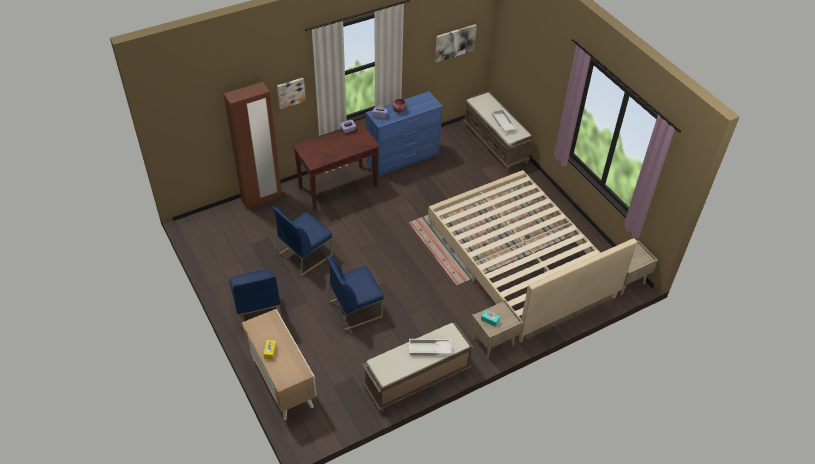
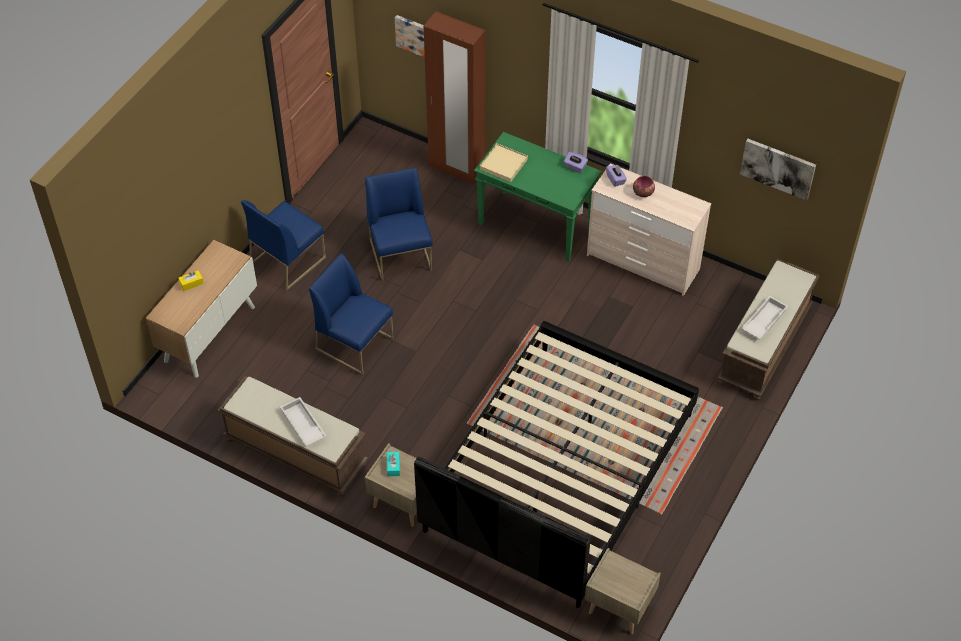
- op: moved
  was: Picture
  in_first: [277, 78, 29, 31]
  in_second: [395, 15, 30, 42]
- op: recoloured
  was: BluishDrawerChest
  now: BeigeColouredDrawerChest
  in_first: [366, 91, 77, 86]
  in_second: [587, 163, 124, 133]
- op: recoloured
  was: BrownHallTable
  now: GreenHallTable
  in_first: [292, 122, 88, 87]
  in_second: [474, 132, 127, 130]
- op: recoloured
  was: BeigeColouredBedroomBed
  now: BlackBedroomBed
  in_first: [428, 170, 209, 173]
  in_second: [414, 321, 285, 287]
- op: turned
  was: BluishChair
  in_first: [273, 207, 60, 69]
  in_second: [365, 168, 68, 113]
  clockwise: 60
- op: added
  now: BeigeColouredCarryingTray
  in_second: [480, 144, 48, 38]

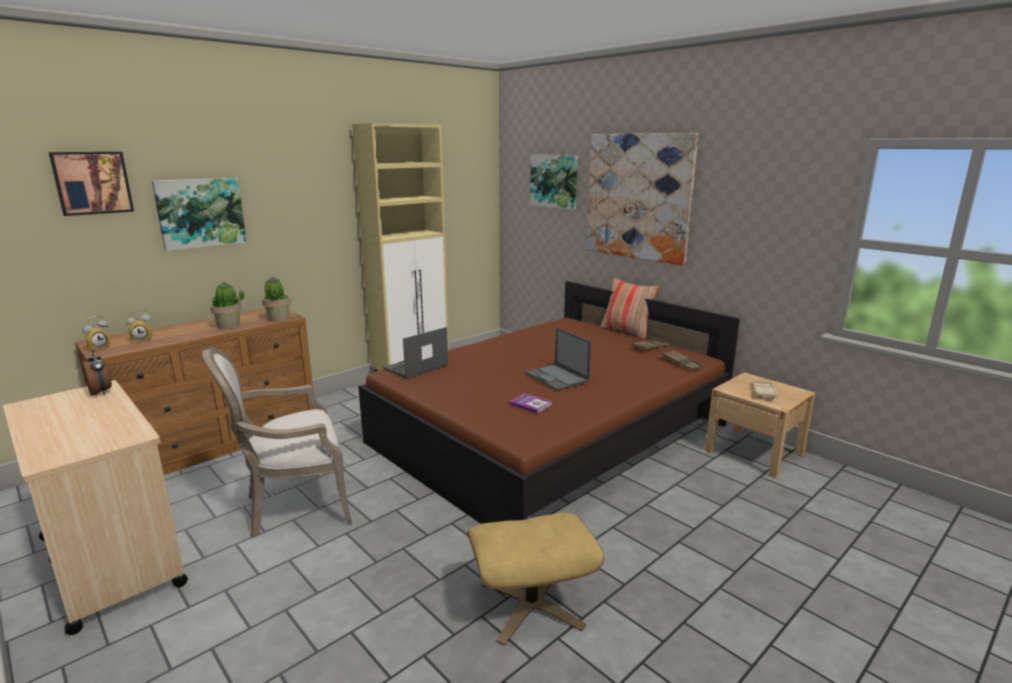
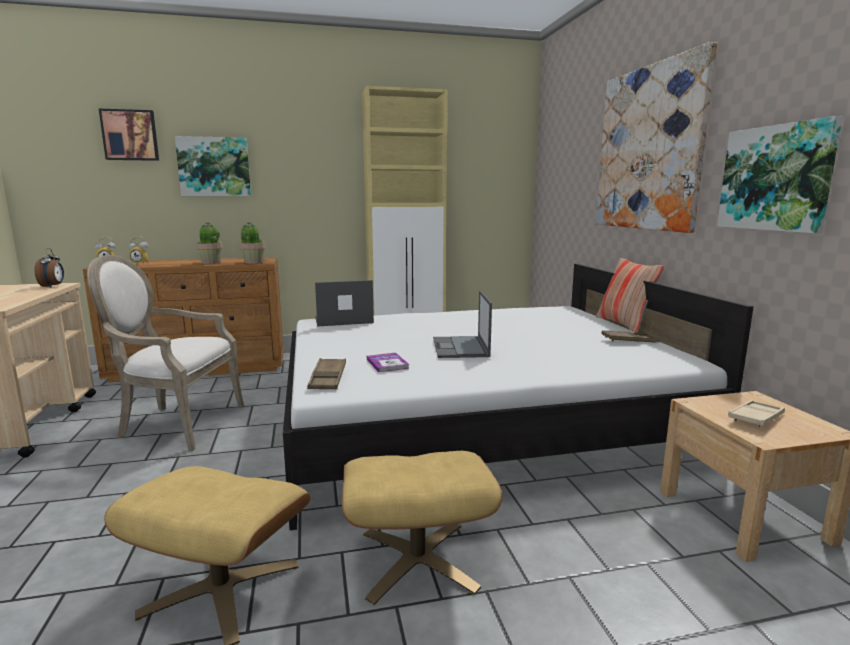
- op: moved
  was: Picture
  in_first: [530, 154, 48, 56]
  in_second: [717, 116, 126, 117]
- op: recoloured
  was: BrownBedroomBed
  now: WhiteBedroomBed
  in_first: [358, 281, 382, 243]
  in_second: [283, 264, 471, 266]
- op: moved
  was: BrownCarryingTray
  in_first: [662, 350, 42, 21]
  in_second: [308, 358, 38, 31]
- op: added
  now: BeigeColouredOttoman
  in_second: [342, 451, 160, 154]

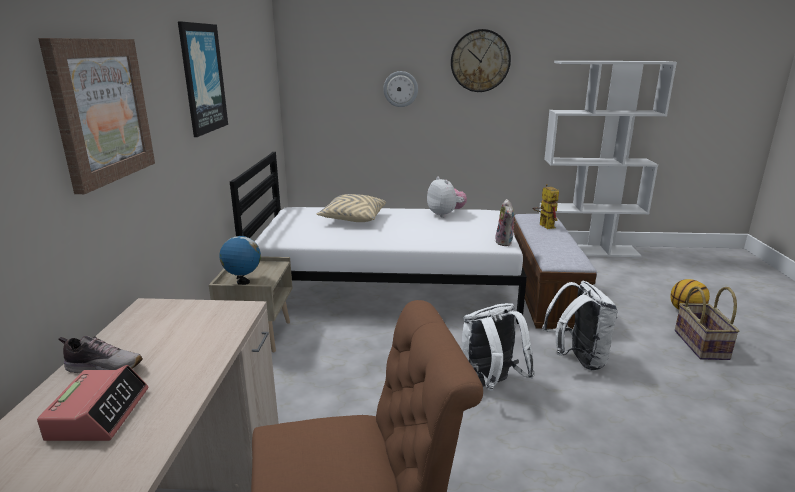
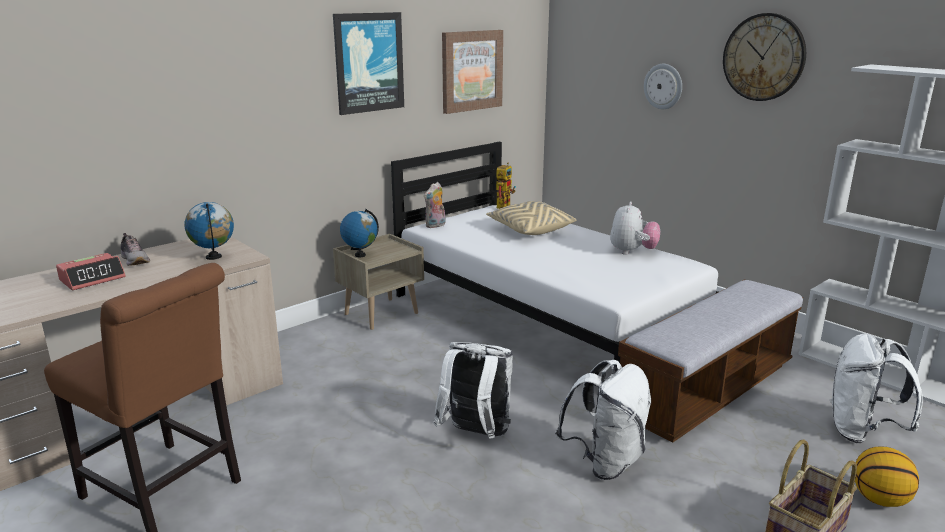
- op: moved
  was: Picture
  in_first: [38, 38, 117, 156]
  in_second: [442, 30, 61, 84]
- op: moved
  was: RobotFigure
  in_first: [532, 184, 27, 45]
  in_second: [496, 162, 20, 47]
- op: moved
  was: PlushToy
  in_first: [495, 199, 22, 47]
  in_second: [424, 182, 22, 46]
- op: added
  now: DeskGlobe
  in_second: [185, 202, 49, 58]
- op: added
  now: WhiteBackpack
  in_second: [830, 334, 93, 109]

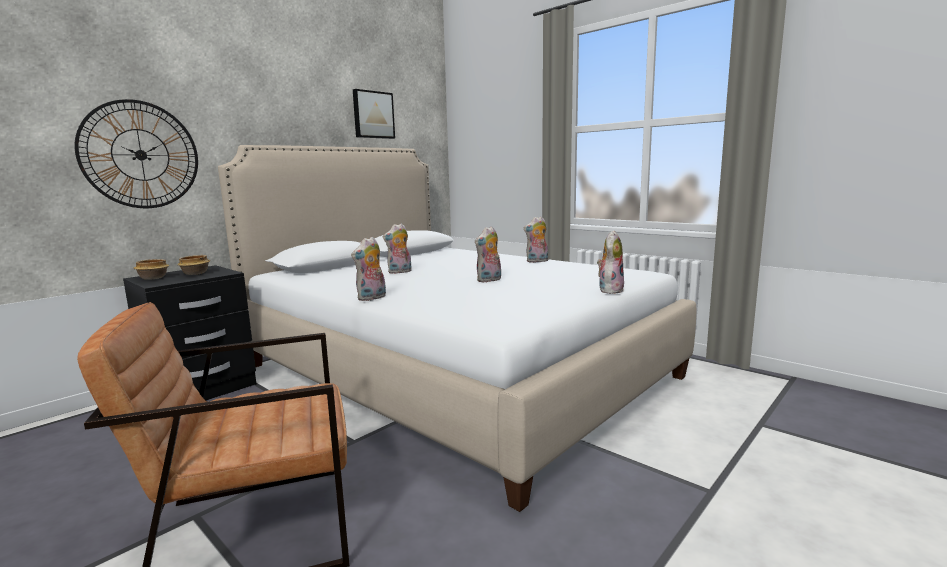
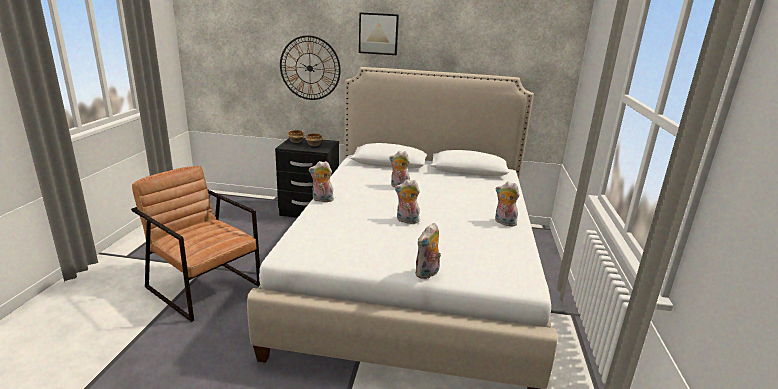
- op: moved
  was: Picture
  in_first: [353, 89, 42, 50]
  in_second: [359, 12, 40, 43]
- op: turned
  was: PlushToy
  in_first: [597, 231, 27, 63]
  in_second: [415, 223, 26, 56]
  clockwise: 135

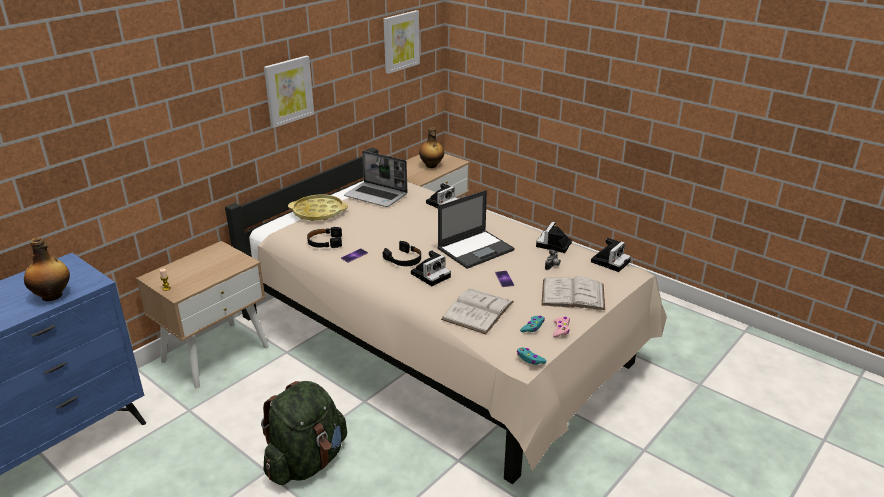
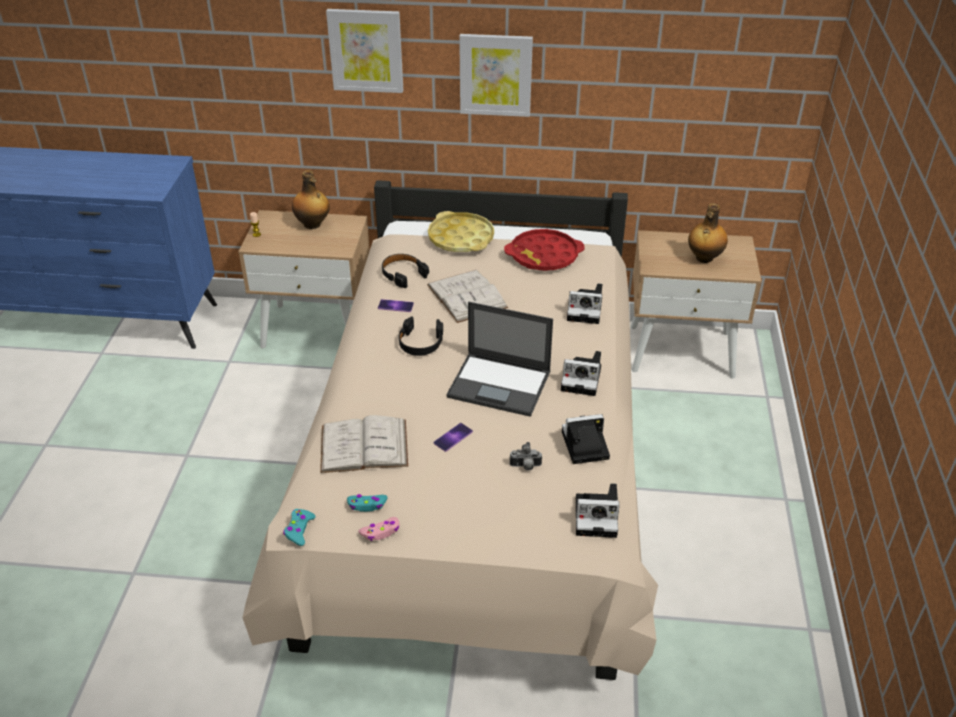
- op: moved
  was: Picture
  in_first: [383, 10, 37, 64]
  in_second: [326, 9, 77, 84]
- op: replaced
  was: Laptop
  now: RedCarryingTray
  in_first: [344, 150, 63, 57]
  in_second: [504, 229, 80, 42]
- op: moved
  was: BeverageBottle
  in_first: [24, 237, 46, 64]
  in_second: [292, 170, 38, 59]
- op: moved
  was: StillCamera
  in_first: [411, 250, 40, 36]
  in_second: [561, 351, 40, 45]
- op: moved
  was: WhiteBook
  in_first: [542, 276, 63, 34]
  in_second: [427, 270, 81, 53]
- op: removed
  was: GreenBackpack
  in_first: [261, 381, 86, 104]

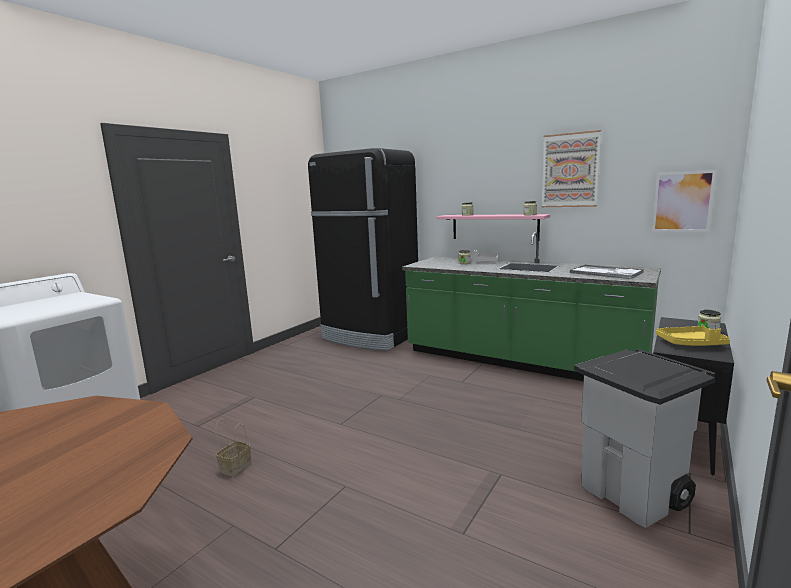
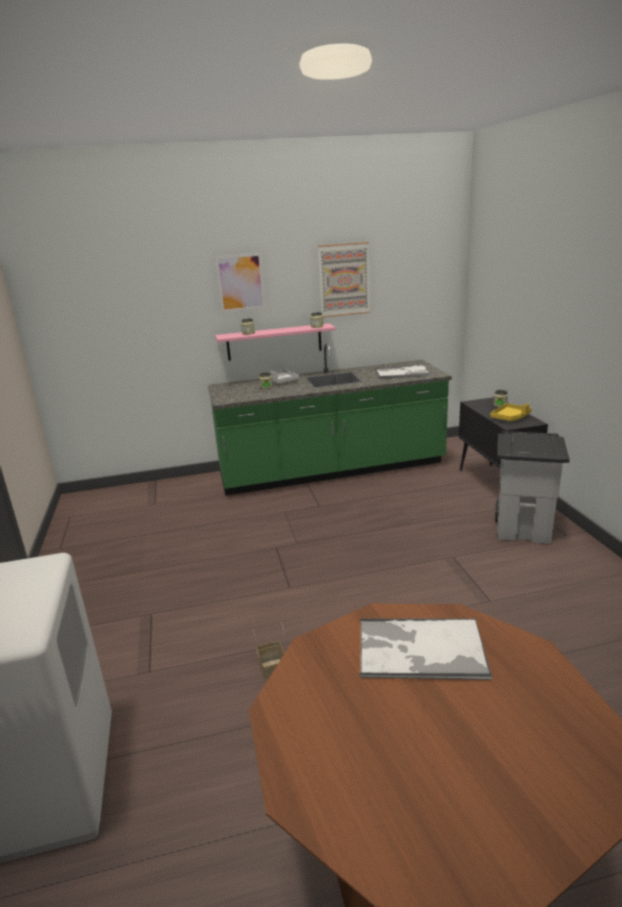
- op: removed
  was: BlackRefrigerator
  in_first: [308, 148, 110, 203]
- op: moved
  was: Picture
  in_first: [652, 170, 65, 62]
  in_second: [215, 253, 50, 59]
- op: added
  now: CarryingTray
  in_second: [360, 618, 132, 62]

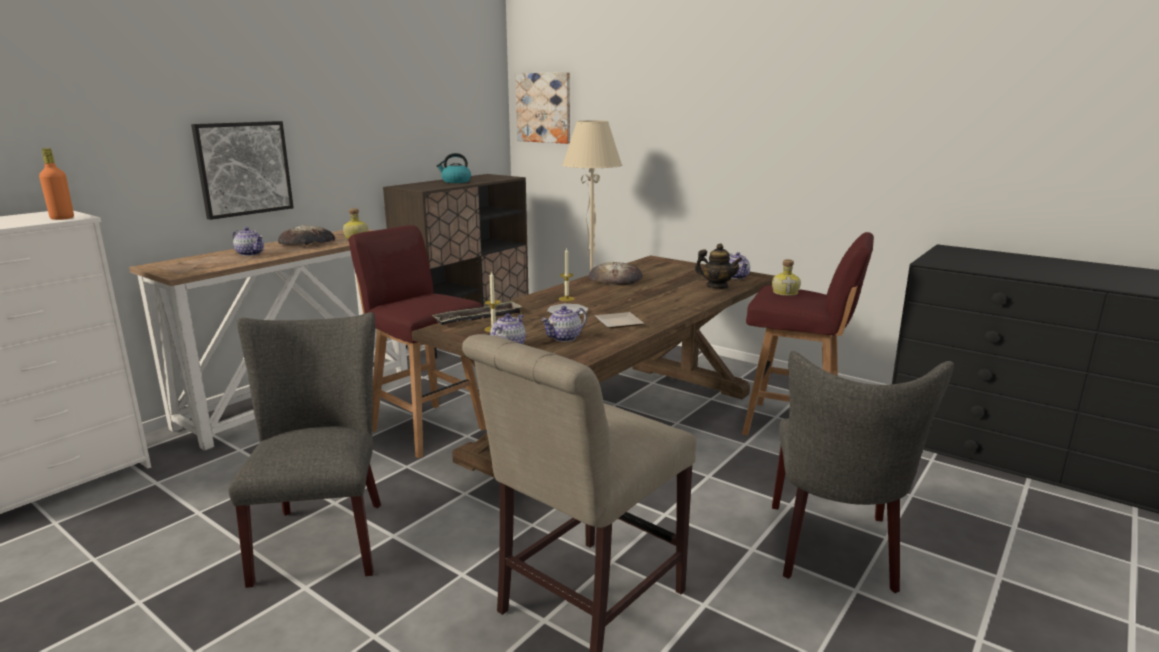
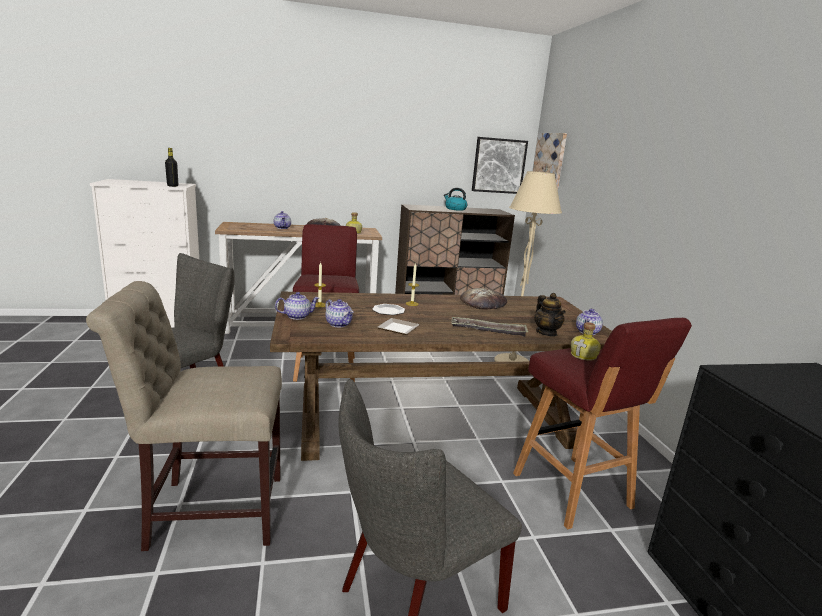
- op: moved
  was: Picture
  in_first: [191, 121, 103, 99]
  in_second: [472, 137, 56, 57]
- op: recoloured
  was: OrangeyBeverageBottle
  now: BlackBeverageBottle
  in_first: [39, 148, 35, 72]
  in_second: [165, 148, 13, 39]
- op: moved
  was: CarryingTray
  in_first: [432, 300, 91, 25]
  in_second: [451, 317, 77, 20]
- op: turned
  was: TeaPot
  in_first: [541, 306, 46, 36]
  in_second: [326, 299, 28, 28]
  clockwise: -135

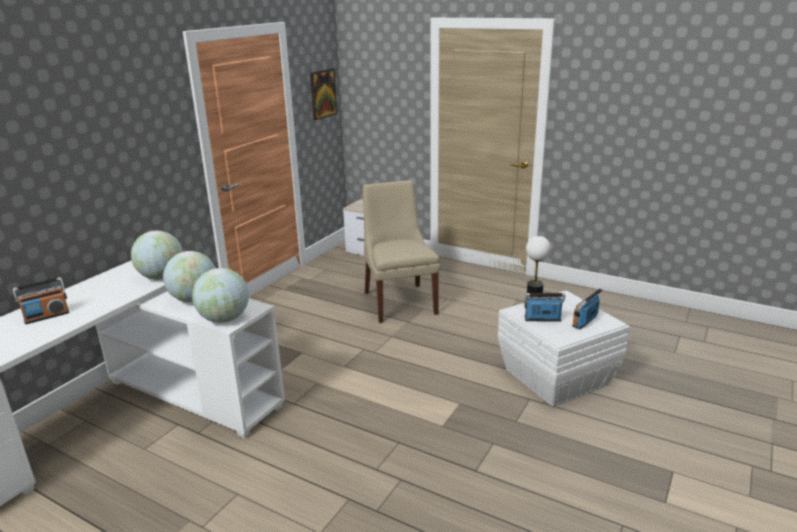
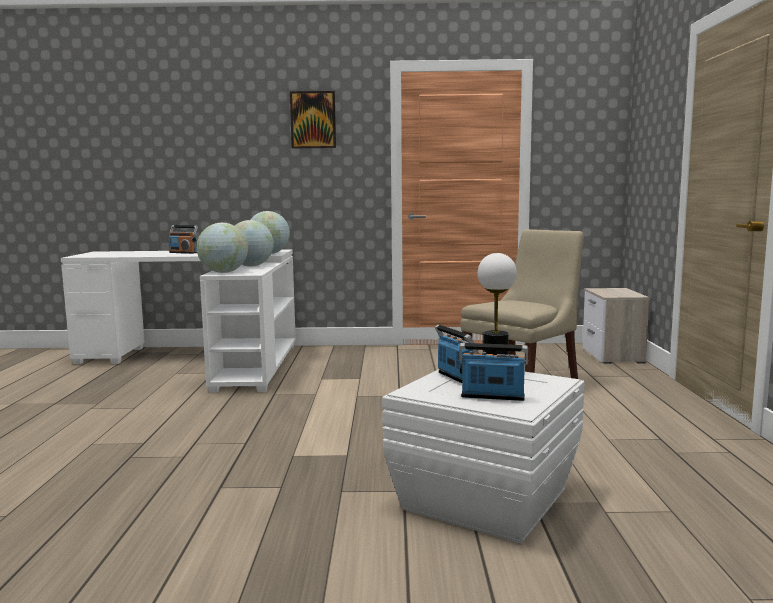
- op: moved
  was: Picture
  in_first: [310, 69, 27, 52]
  in_second: [290, 91, 46, 57]

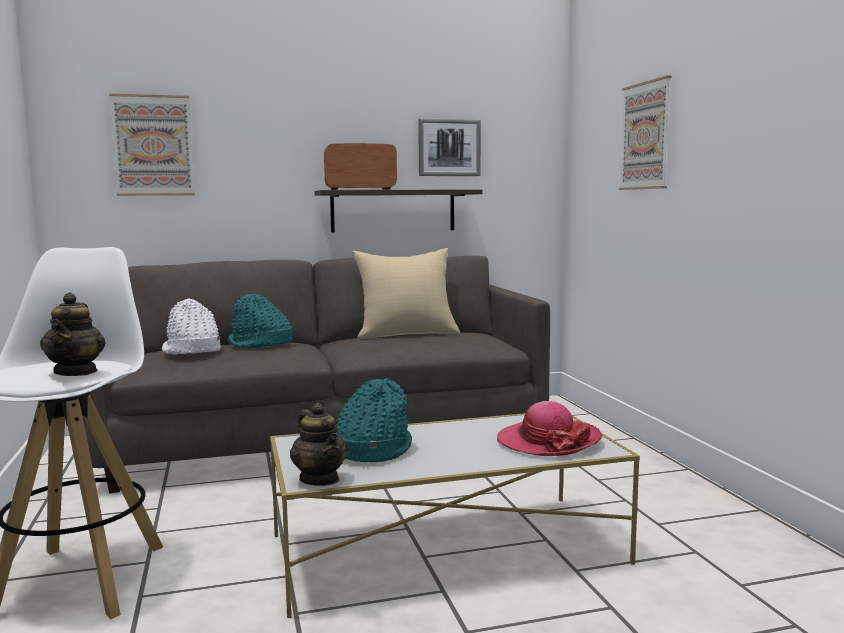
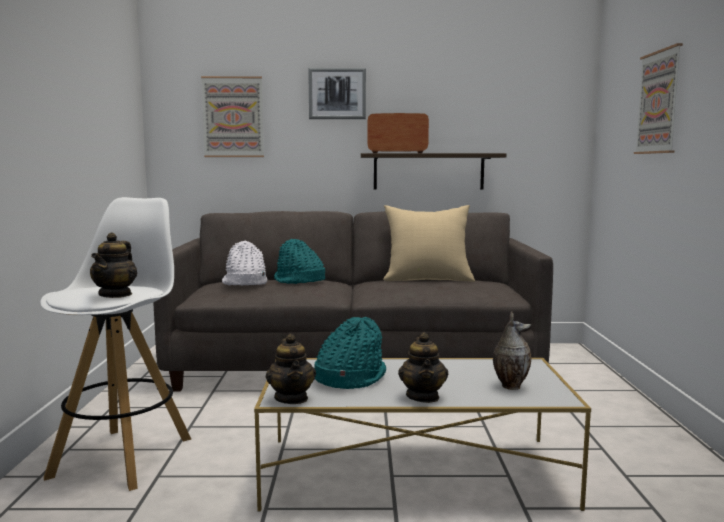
- op: moved
  was: Picture
  in_first: [418, 119, 63, 57]
  in_second: [308, 68, 58, 51]
- op: replaced
  was: Hat
  now: FlowerVase
  in_first: [497, 401, 106, 55]
  in_second: [493, 311, 38, 79]
- op: added
  now: TeaPot
  in_second: [398, 332, 50, 71]

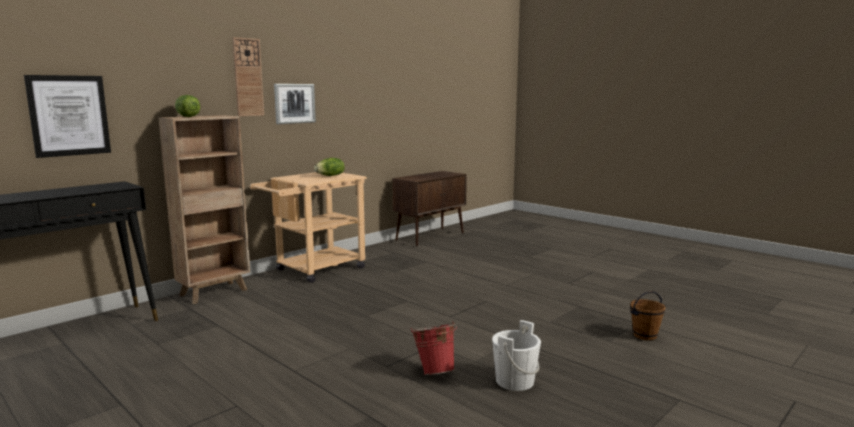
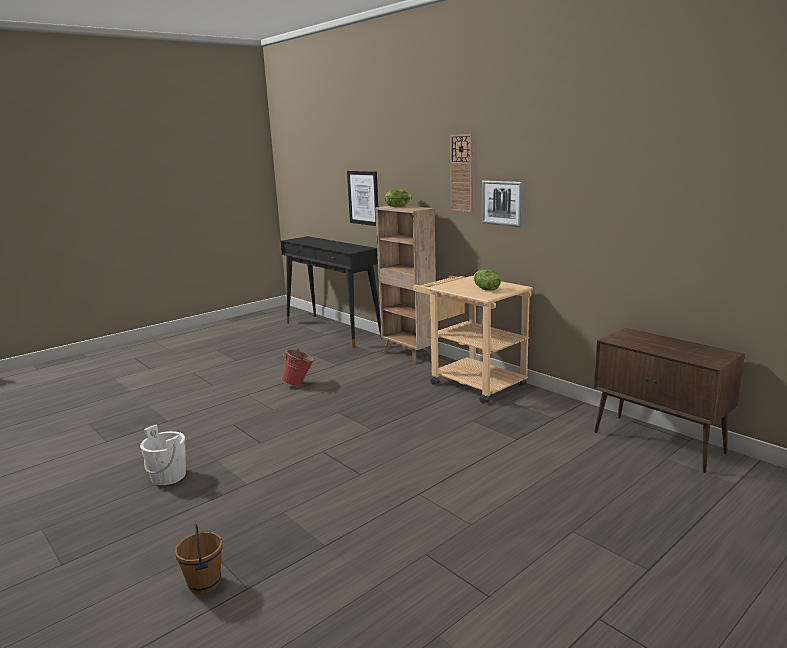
- op: moved
  was: RedPail
  in_first: [411, 321, 46, 54]
  in_second: [282, 349, 32, 37]

